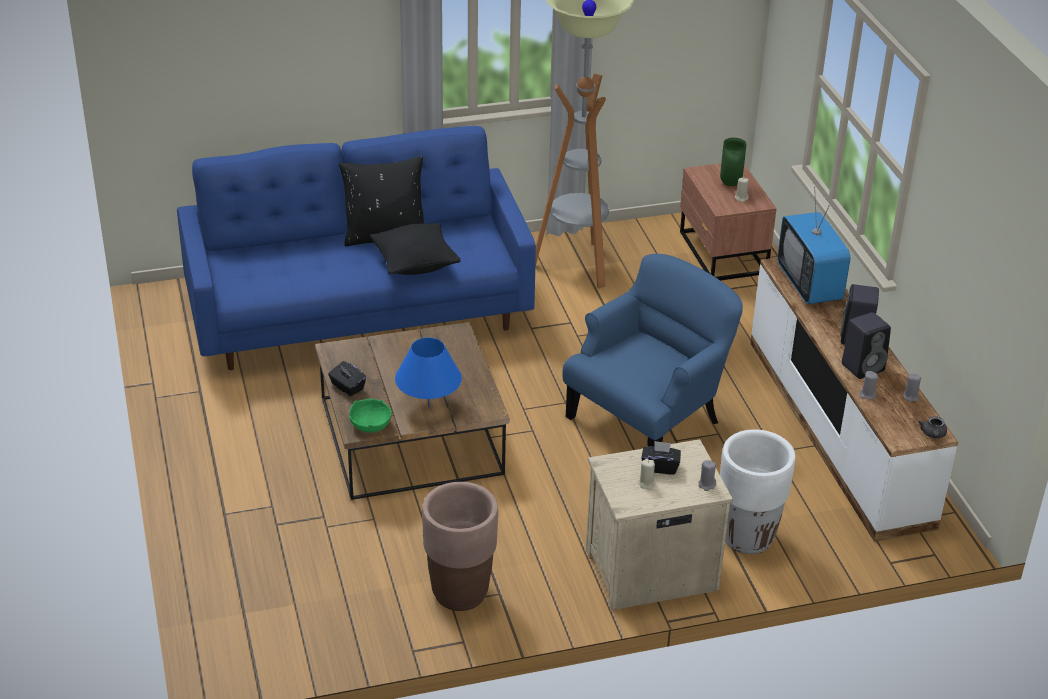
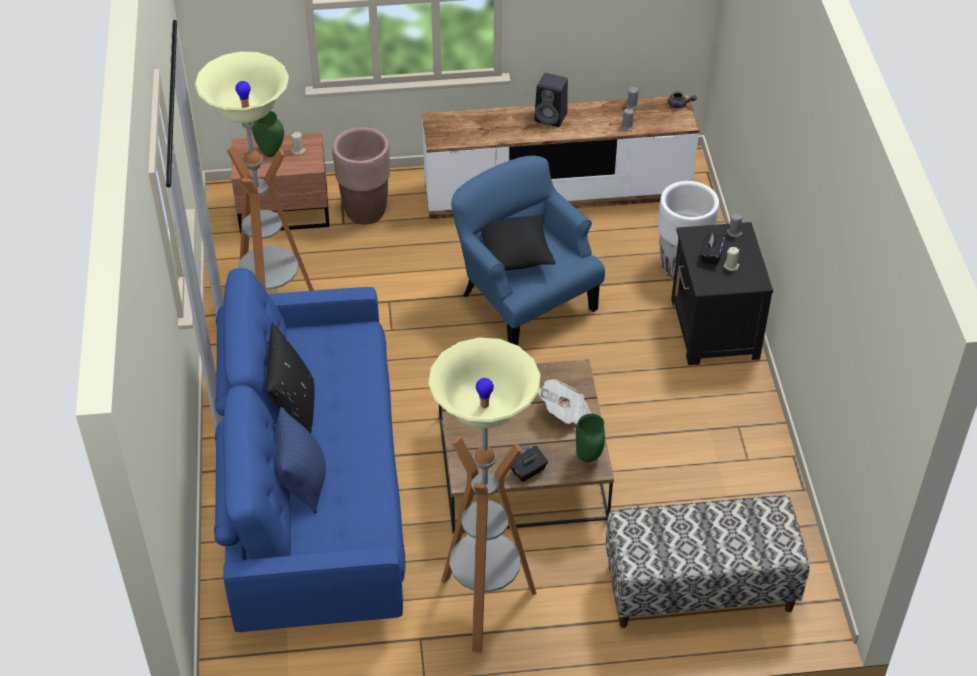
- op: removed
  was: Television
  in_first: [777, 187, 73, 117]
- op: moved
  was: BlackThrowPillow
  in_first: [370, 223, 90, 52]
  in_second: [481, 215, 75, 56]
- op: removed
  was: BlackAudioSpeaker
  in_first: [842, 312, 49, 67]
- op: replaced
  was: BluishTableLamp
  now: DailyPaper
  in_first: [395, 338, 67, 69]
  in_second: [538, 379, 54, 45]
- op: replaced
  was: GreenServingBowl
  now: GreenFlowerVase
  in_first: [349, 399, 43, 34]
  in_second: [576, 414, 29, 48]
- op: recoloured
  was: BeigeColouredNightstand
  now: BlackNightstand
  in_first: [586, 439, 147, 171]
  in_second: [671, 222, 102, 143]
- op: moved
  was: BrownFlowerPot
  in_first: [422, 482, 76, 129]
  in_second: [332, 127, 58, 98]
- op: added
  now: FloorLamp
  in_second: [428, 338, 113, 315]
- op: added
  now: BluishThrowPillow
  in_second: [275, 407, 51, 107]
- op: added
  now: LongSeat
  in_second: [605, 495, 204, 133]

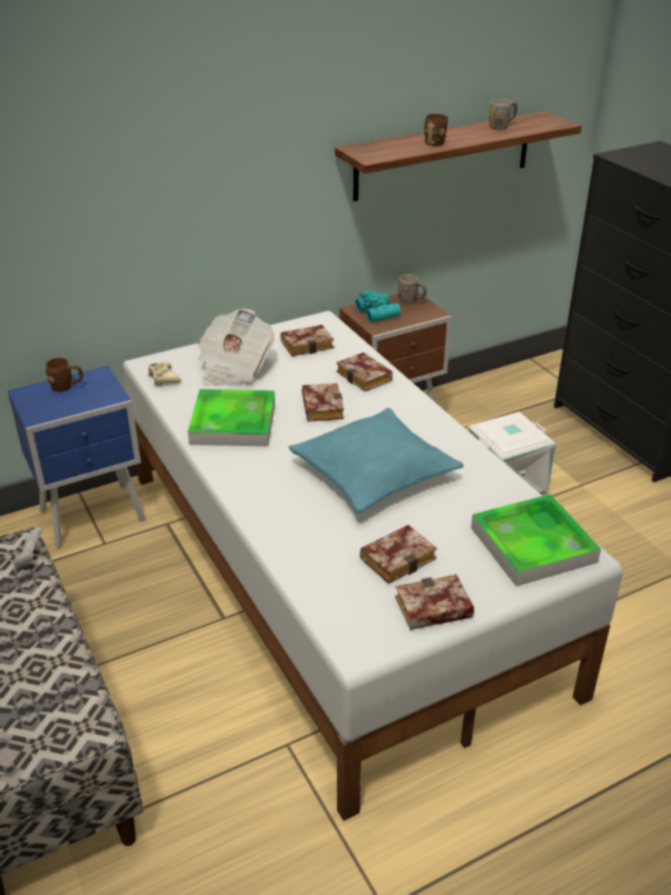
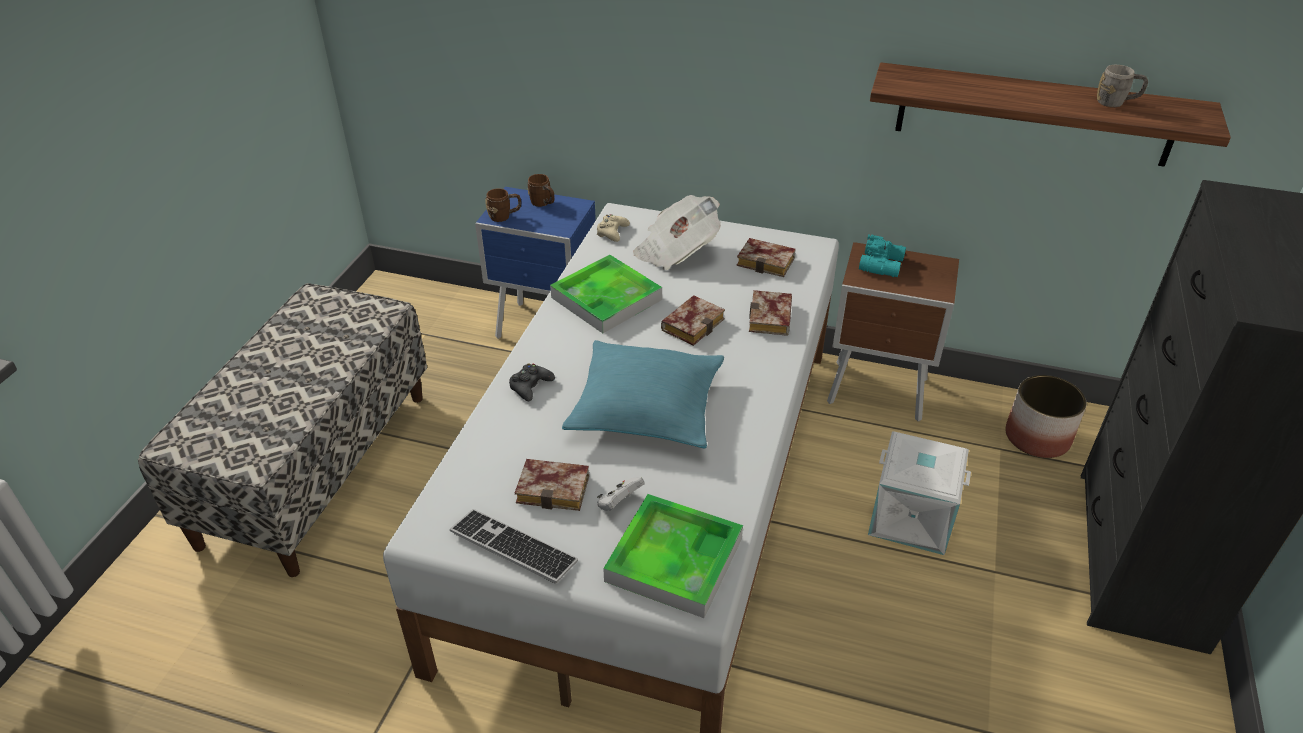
- op: moved
  was: BrownTeaMug
  in_first: [424, 114, 24, 32]
  in_second: [485, 188, 36, 34]
- op: removed
  was: GreyTeaMug
  in_first: [398, 274, 28, 30]
- op: moved
  was: WhiteGamepad
  in_first: [12, 527, 31, 41]
  in_second: [597, 477, 48, 34]
- op: replaced
  was: Book
  now: Keyboard
  in_first: [395, 574, 79, 56]
  in_second: [450, 509, 128, 75]
- op: added
  now: BlackGamepad
  in_second: [509, 364, 46, 37]
- op: added
  now: FlowerPot
  in_second: [1006, 375, 81, 83]

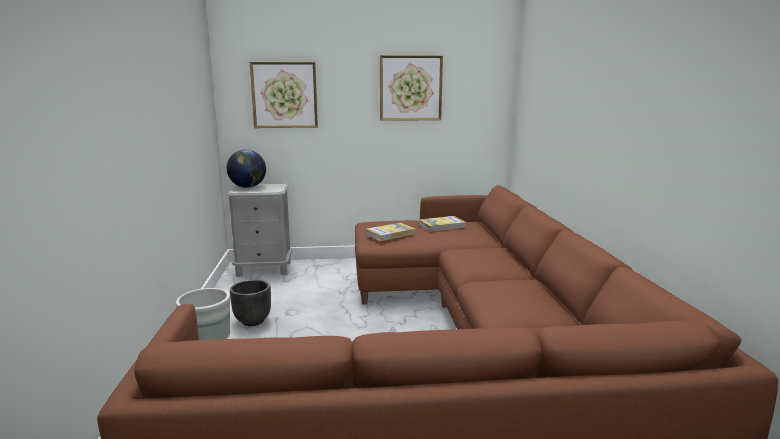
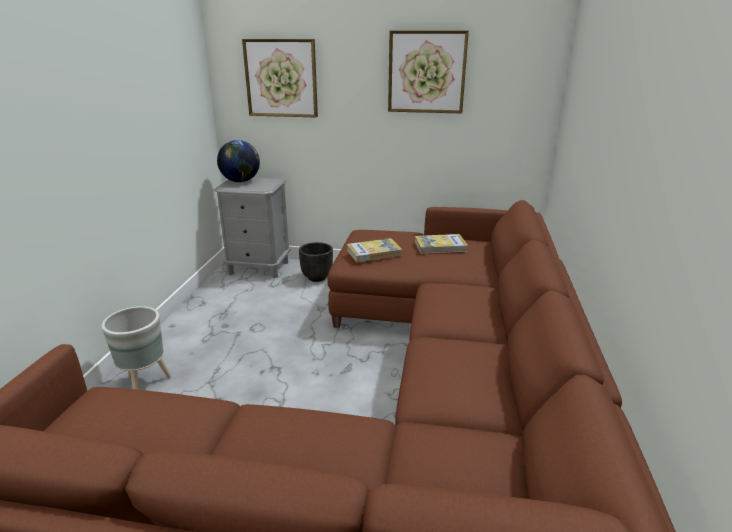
- op: moved
  was: BlackFlowerPot
  in_first: [230, 280, 41, 46]
  in_second: [299, 242, 34, 40]

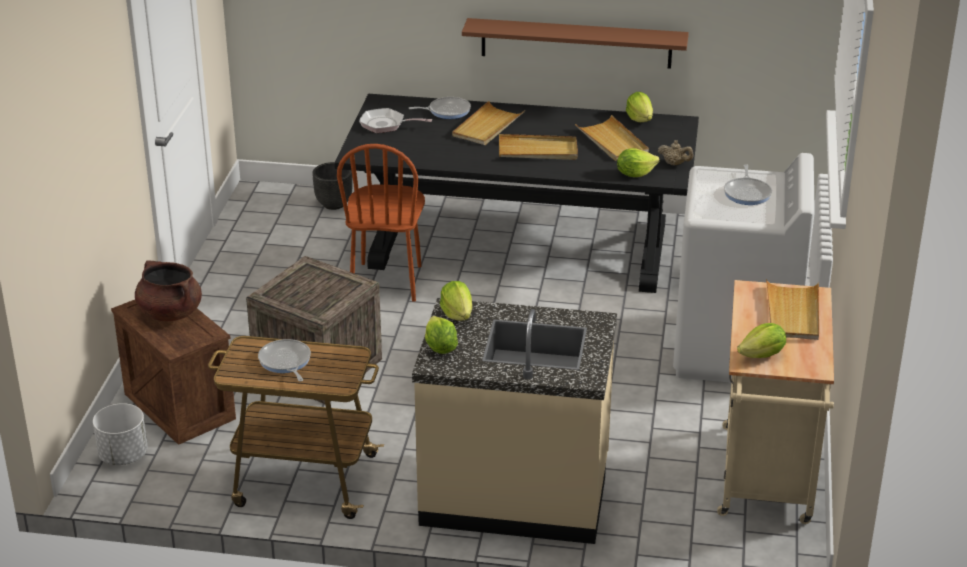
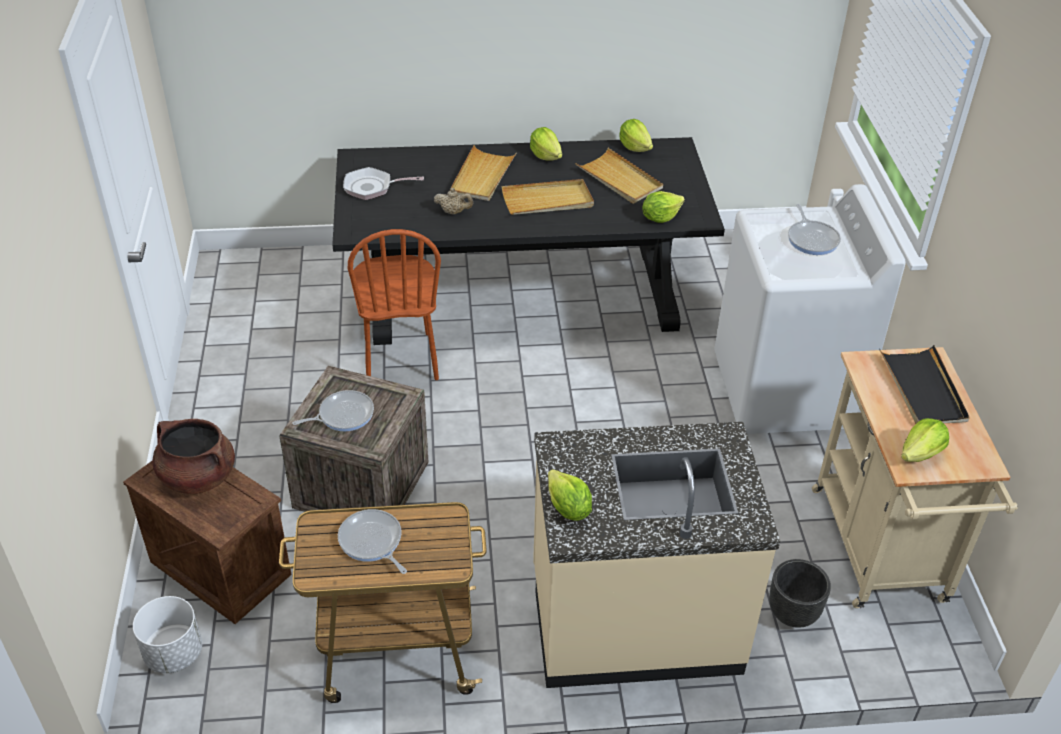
- op: removed
  was: BrownShelf
  in_first: [462, 18, 227, 51]
- op: moved
  was: FryingPan
  in_first: [408, 97, 63, 22]
  in_second: [293, 390, 81, 41]
- op: moved
  was: BeigeColouredTeaPot
  in_first: [658, 140, 36, 25]
  in_second: [434, 188, 39, 26]
- op: moved
  was: BlackFlowerPot
  in_first: [312, 162, 40, 48]
  in_second: [769, 559, 62, 69]
- op: recoloured
  was: BeigeColouredCarryingTray
  now: BlackCarryingTray
  in_first: [766, 279, 53, 61]
  in_second: [879, 345, 91, 79]
- op: moved
  was: Lettuce
  in_first: [440, 281, 32, 40]
  in_second: [530, 127, 32, 34]

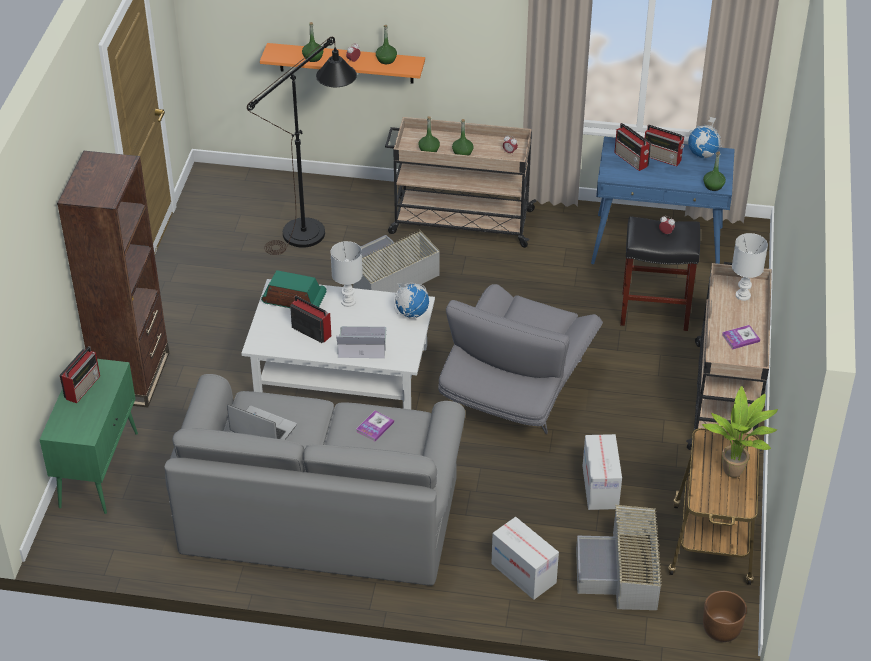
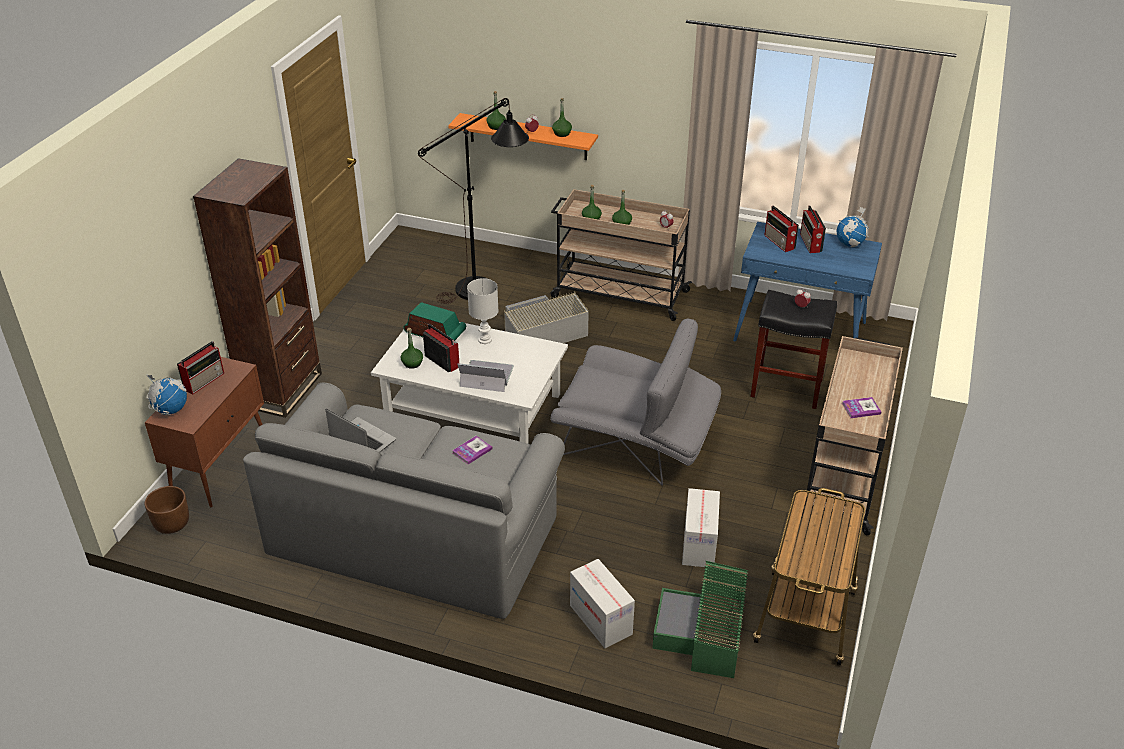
- op: turned
  was: RadioReceiver
  in_first: [645, 125, 39, 41]
  in_second: [800, 206, 26, 47]
  clockwise: 45
- op: moved
  was: GreenBeverageBottle
  in_first: [703, 151, 23, 40]
  in_second: [401, 328, 22, 41]
- op: removed
  was: WhiteTableLamp
  in_first: [732, 233, 36, 68]
- op: moved
  was: DeskGlobe
  in_first: [394, 283, 35, 36]
  in_second: [147, 375, 40, 40]
- op: turned
  was: GreyEasyChair
  in_first: [438, 284, 165, 150]
  in_second: [550, 319, 171, 166]
  clockwise: -105
- op: recoloured
  was: GreenStorageCabinet
  now: BrownStorageCabinet
  in_first: [39, 359, 99, 155]
  in_second: [145, 357, 119, 150]
- op: removed
  was: PlantInAPot
  in_first: [702, 386, 76, 92]
- op: recoloured
  was: GreyStorageBin
  now: GreenStorageBin
  in_first: [576, 505, 86, 105]
  in_second: [652, 561, 96, 117]
- op: moved
  was: BrownFlowerPot
  in_first: [703, 591, 44, 51]
  in_second: [144, 486, 45, 48]

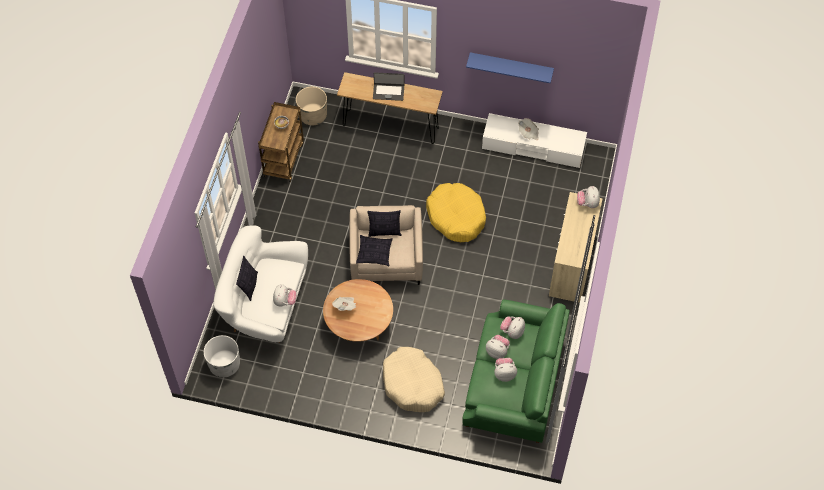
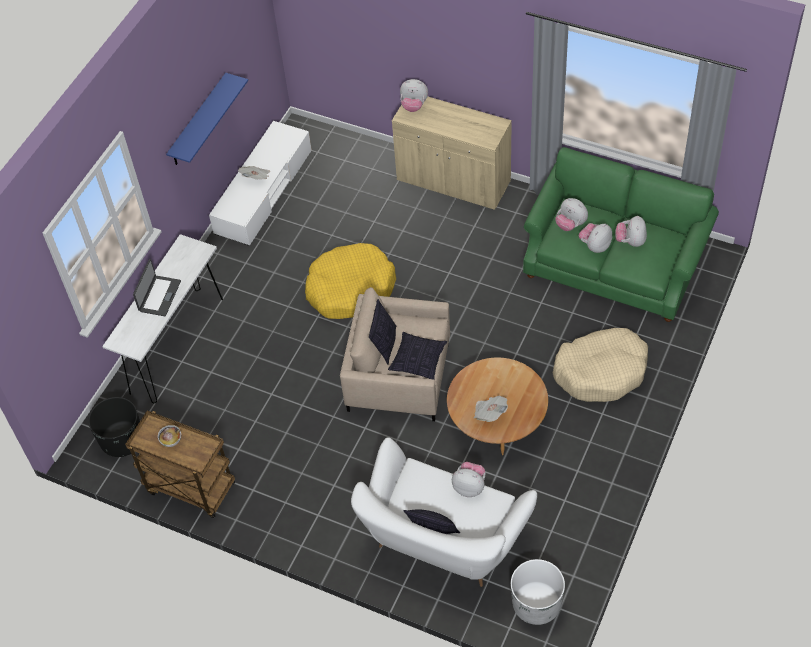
- op: recoloured
  was: BrownHallTable
  now: WhiteHallTable
  in_first: [337, 72, 106, 72]
  in_second: [102, 234, 121, 169]
- op: recoloured
  was: BeigeColouredFlowerPot
  now: BlackFlowerPot
  in_first: [296, 87, 31, 38]
  in_second: [88, 397, 52, 60]

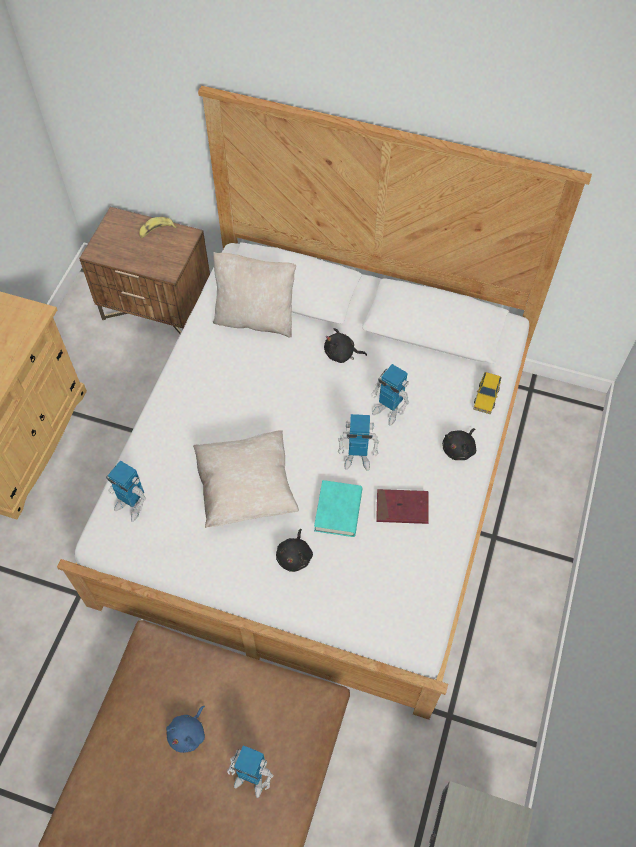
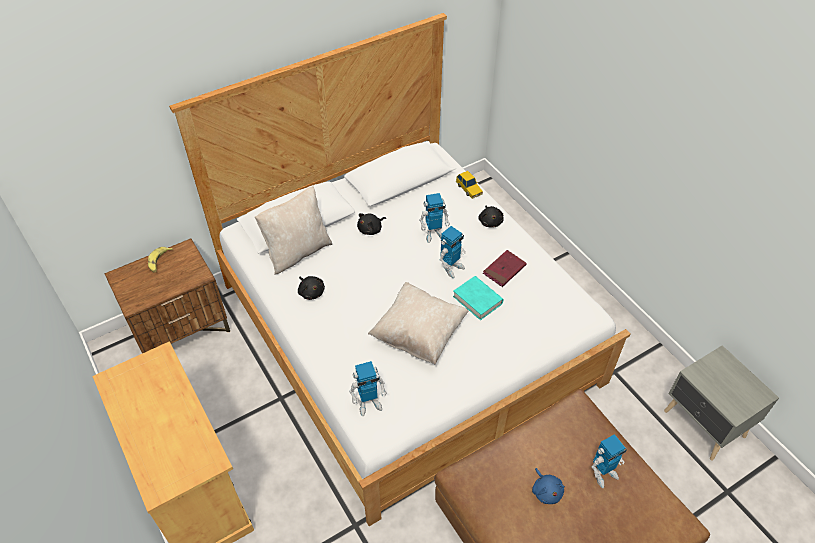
- op: moved
  was: BlackPlushToy
  in_first: [276, 529, 37, 43]
  in_second: [298, 276, 27, 24]

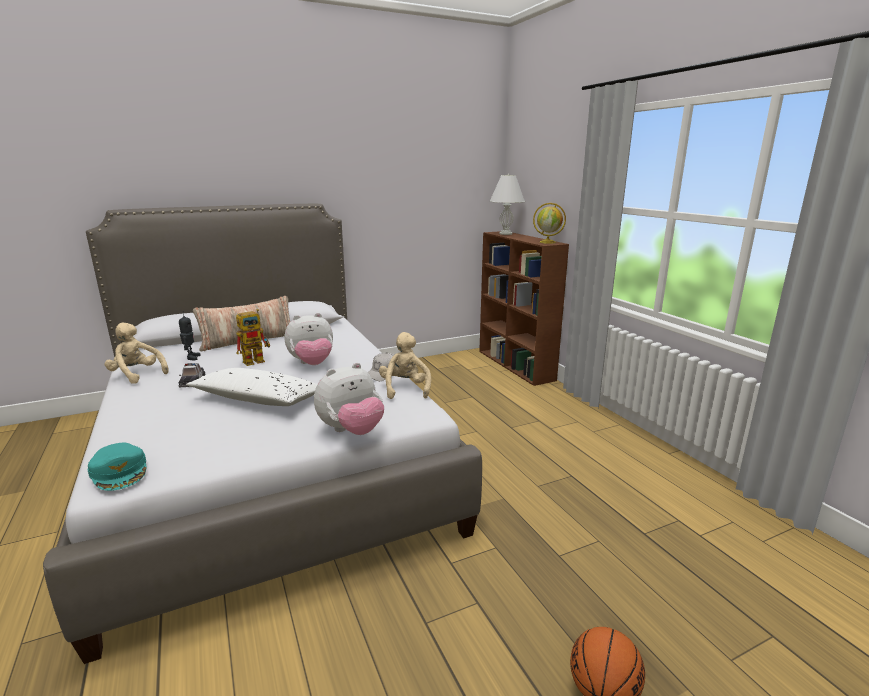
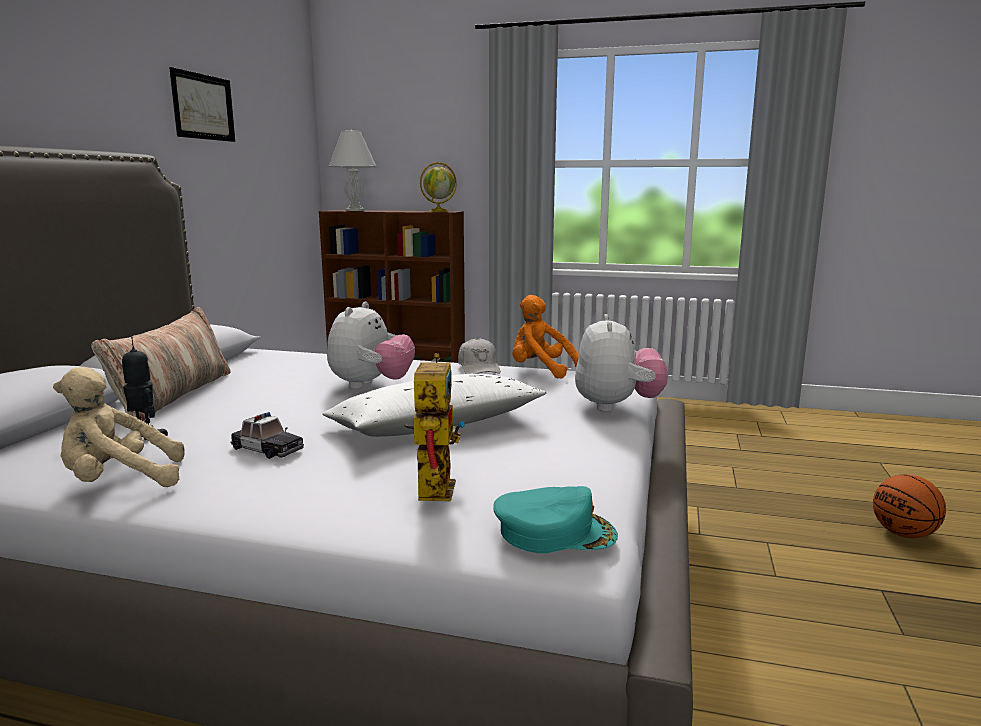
- op: moved
  was: RobotFigure
  in_first: [236, 309, 34, 57]
  in_second: [404, 353, 61, 148]
- op: recoloured
  was: BeigeColouredPlushToy
  now: OrangeyPlushToy
  in_first: [379, 332, 52, 67]
  in_second: [512, 295, 67, 84]
- op: added
  now: Picture
  in_second: [169, 67, 66, 75]

